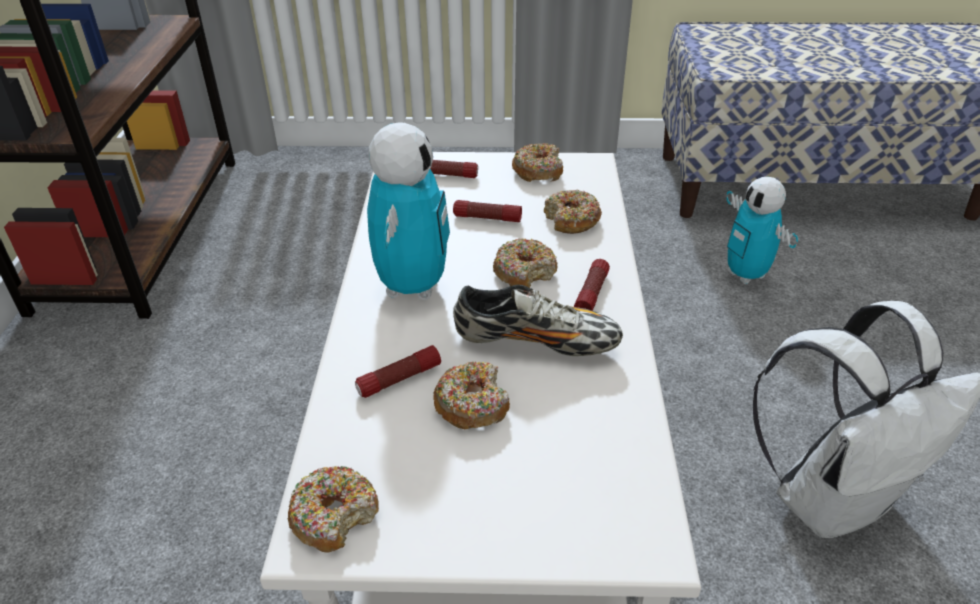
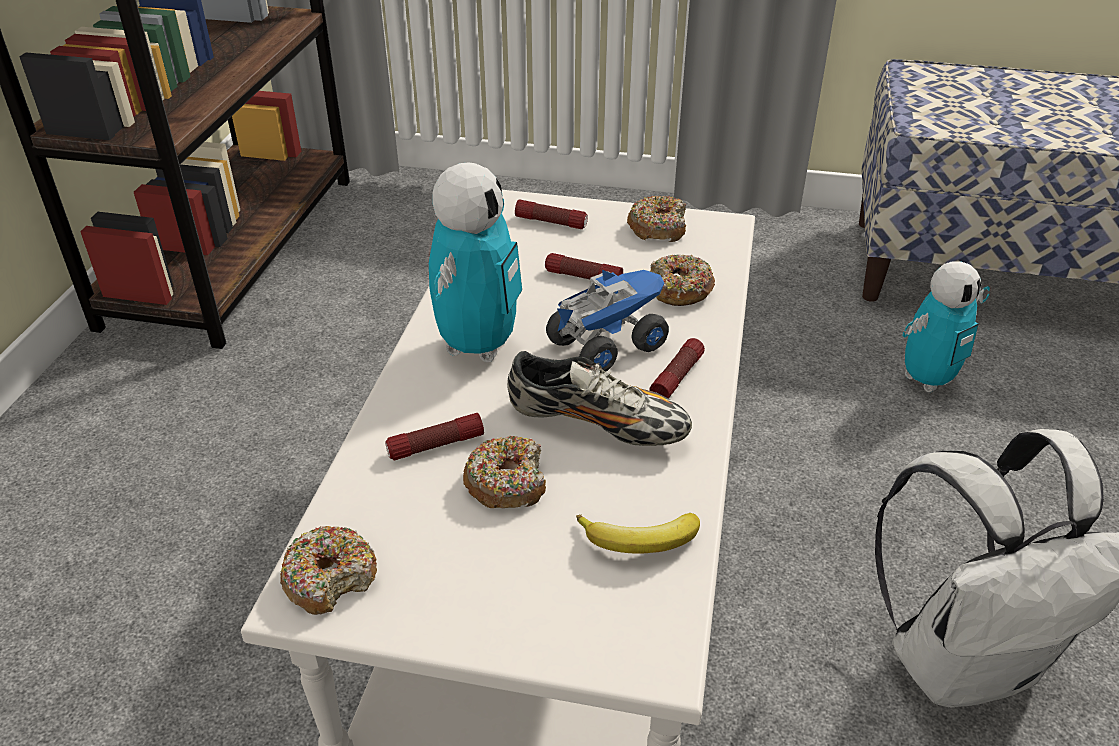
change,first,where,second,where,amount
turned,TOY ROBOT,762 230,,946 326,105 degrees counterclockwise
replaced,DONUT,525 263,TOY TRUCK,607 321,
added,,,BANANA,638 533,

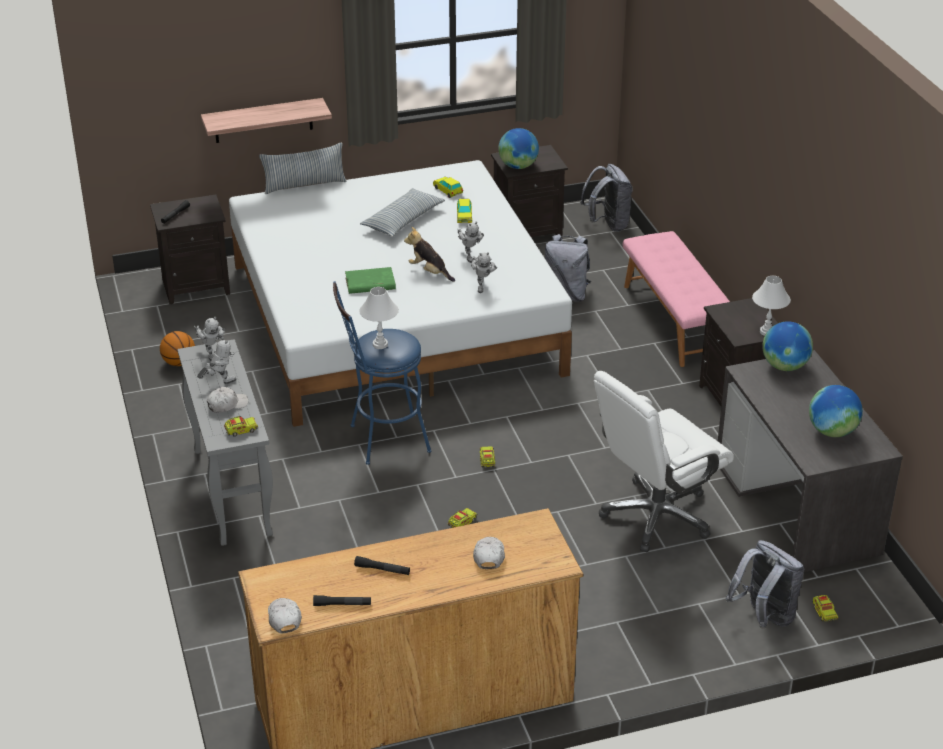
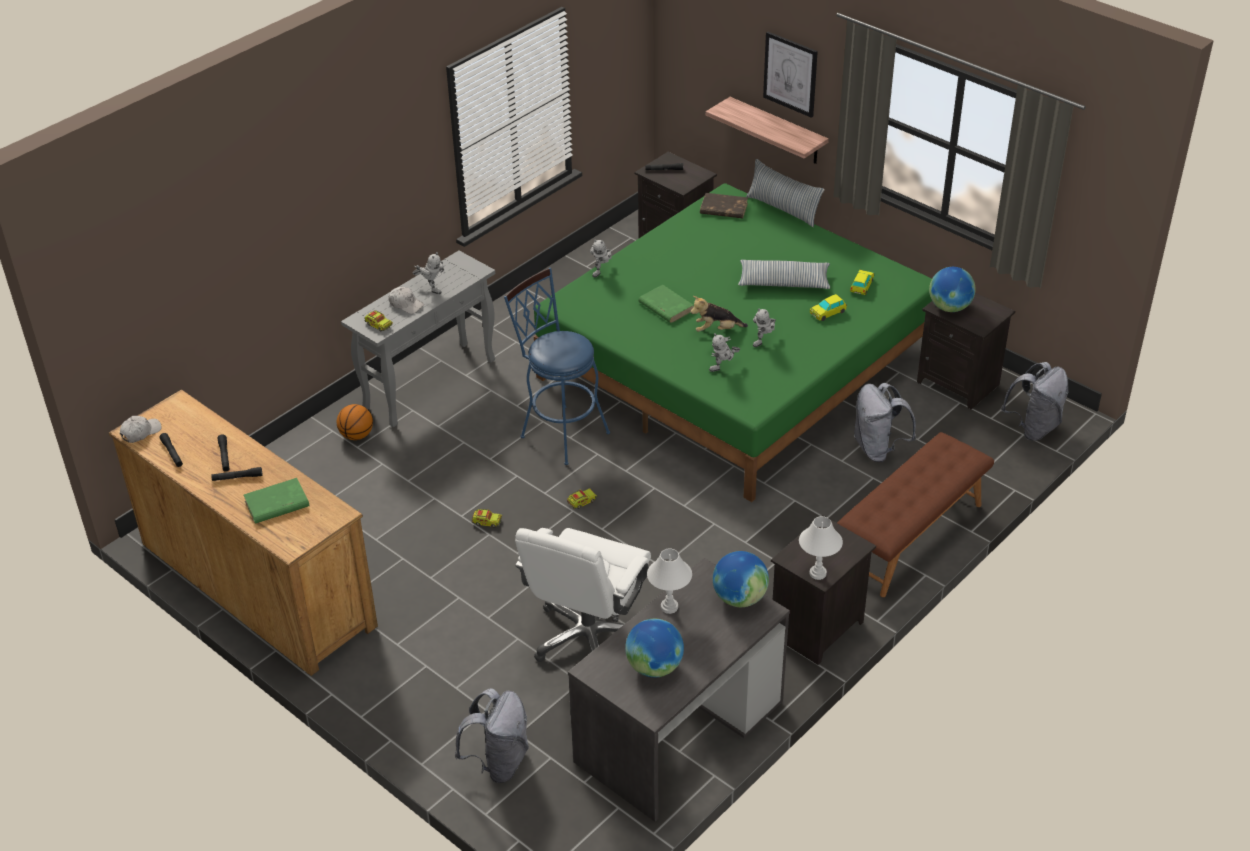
change,first,where,second,where,amount
recoloured,WHITE BED,400 293,GREEN BED,733 342,
turned,PLUSH TOY,429 254,,719 314,105 degrees counterclockwise
recoloured,PINK BENCH,676 299,BROWN BENCH,915 514,
moved,WHITE TABLE LAMP,379 318,,669 581,
moved,TOY ROBOT,209 339,,601 258,
moved,BASKETBALL,177 348,,354 422,
turned,WHITE OFFICE CHAIR,664 461,,583 595,90 degrees counterclockwise
replaced,WHITE CAP,489 553,GREEN BOOK,277 501,
removed,TOY TRUCK,825 608,,,
added,,,PICTURE,790 75,
added,,,BROWN BOOK,724 205,
added,,,BLACK FLASHLIGHT,236 474,

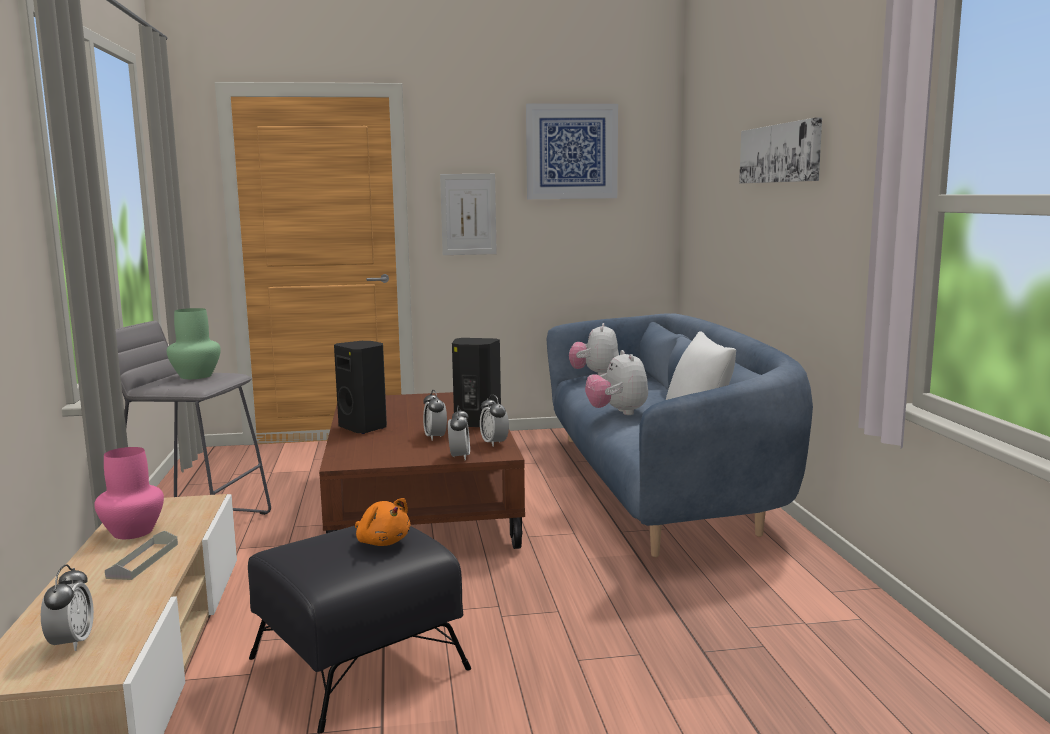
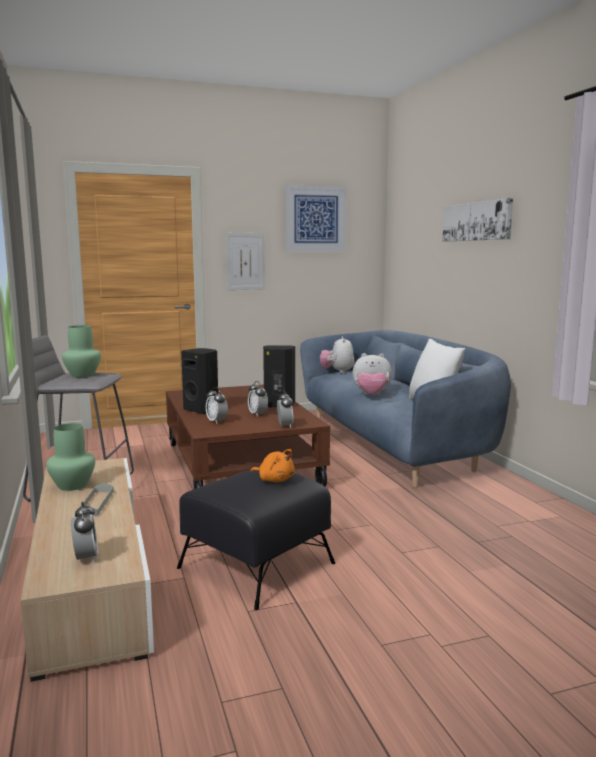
change,first,where,second,where,amount
turned,PLUSH TOY,616 382,,372 374,60 degrees counterclockwise
moved,ALARM CLOCK,494 420,,217 405,
recoloured,PINK VASE,129 493,GREEN VASE,70 457,

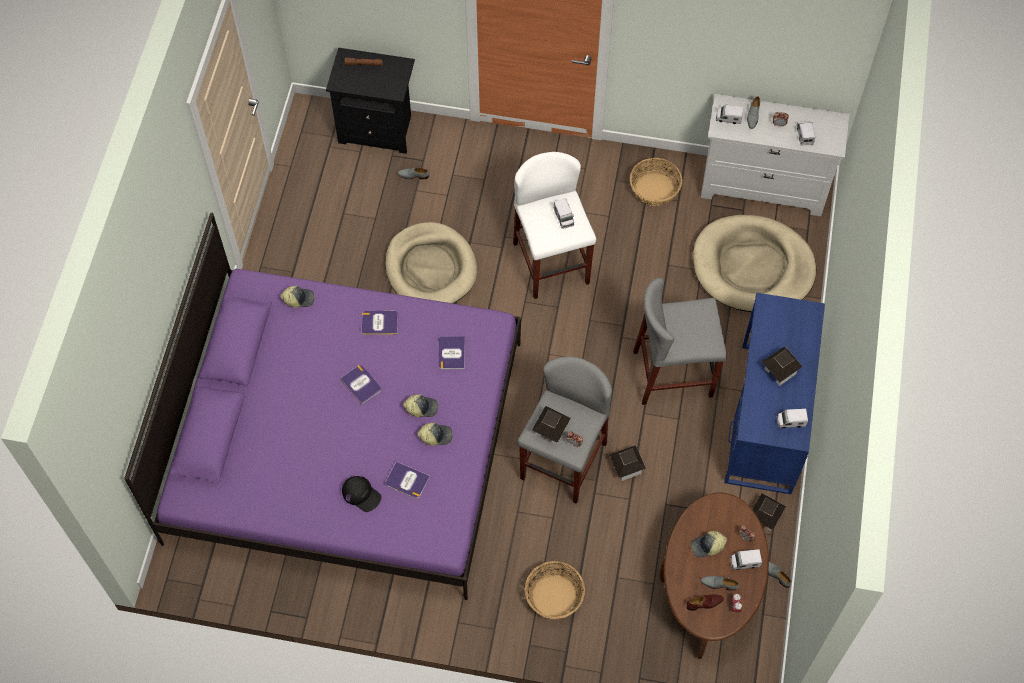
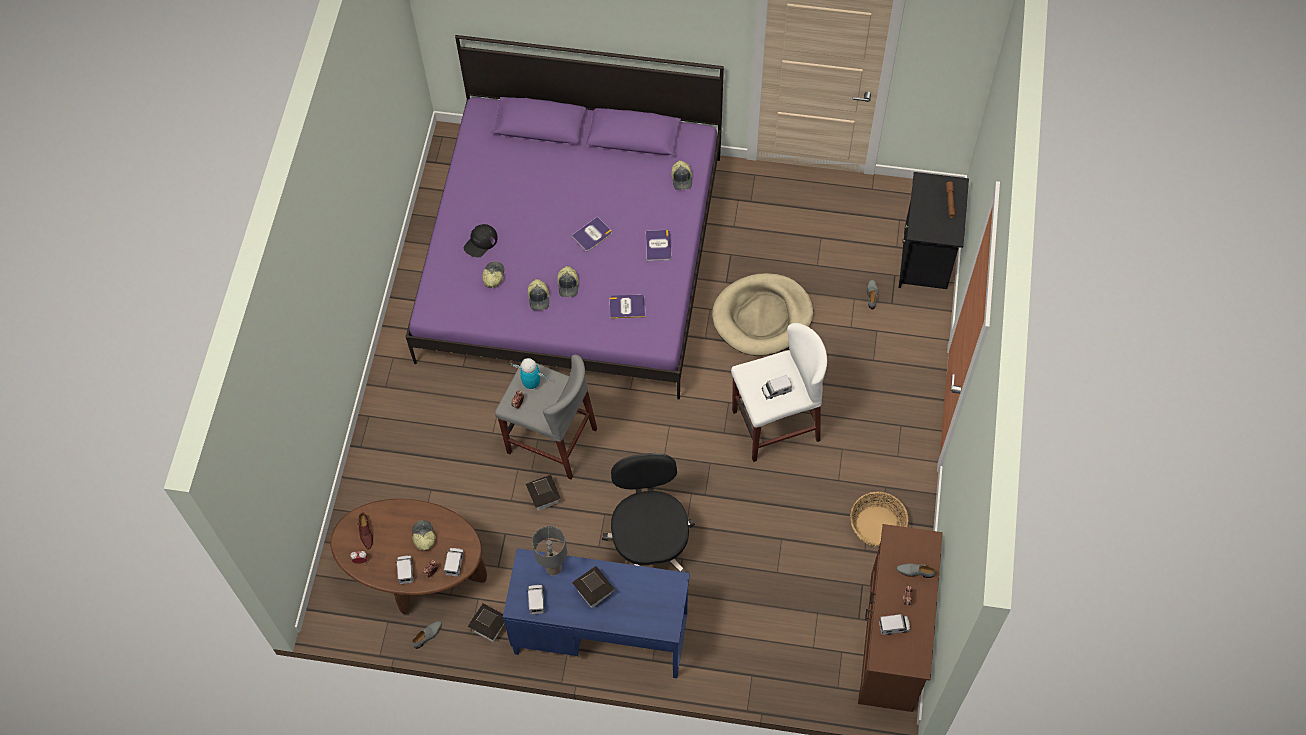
change,first,where,second,where,amount
recoloured,WHITE DRESSER,775 155,BROWN DRESSER,900 618,
moved,TOY TRUCK,730 114,,454 562,
removed,BEIGE DOG BED,754 263,,,
replaced,GREY STOOL,680 341,BLACK OFFICE CHAIR,648 513,
replaced,TOY HOUSE,551 425,TOY ROBOT,529 374,
replaced,BOOK,407 480,CAP,493 274,
removed,BASKET,555 590,,,
removed,GREY SHOE,720 583,,,
added,,,GREY TABLE LAMP,549 550,

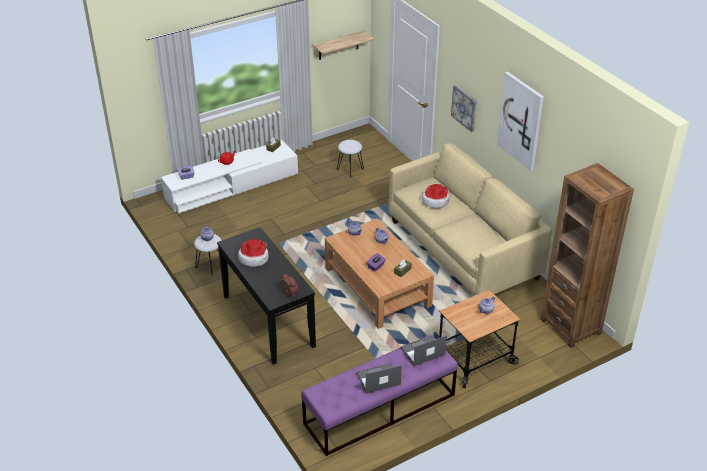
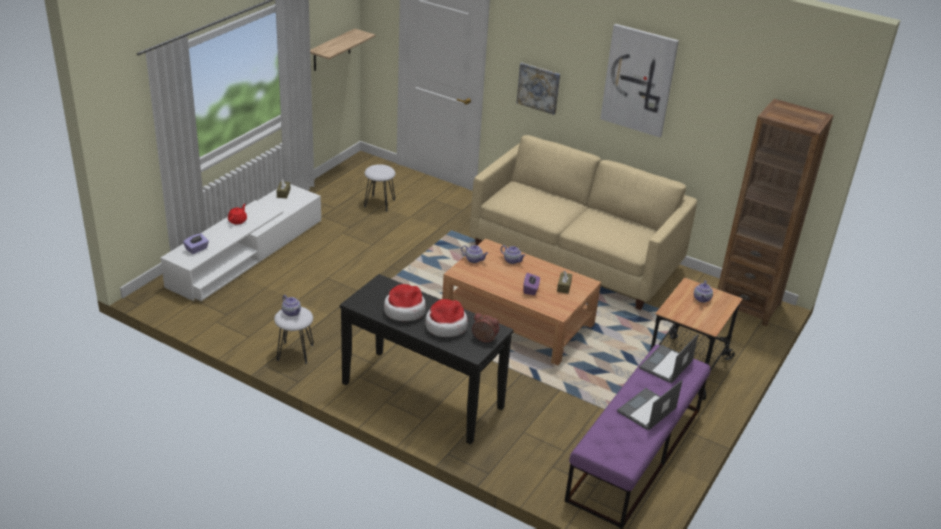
change,first,where,second,where,amount
moved,HAT,435 196,,446 318,

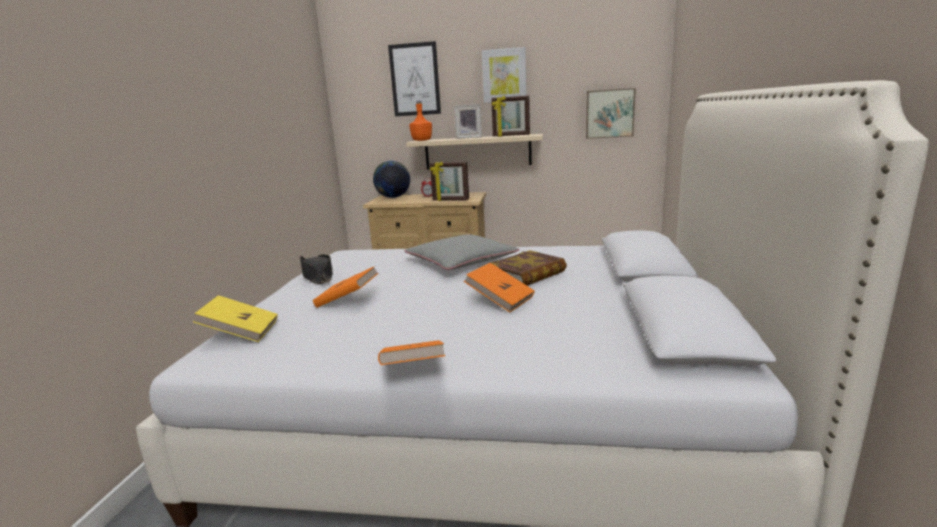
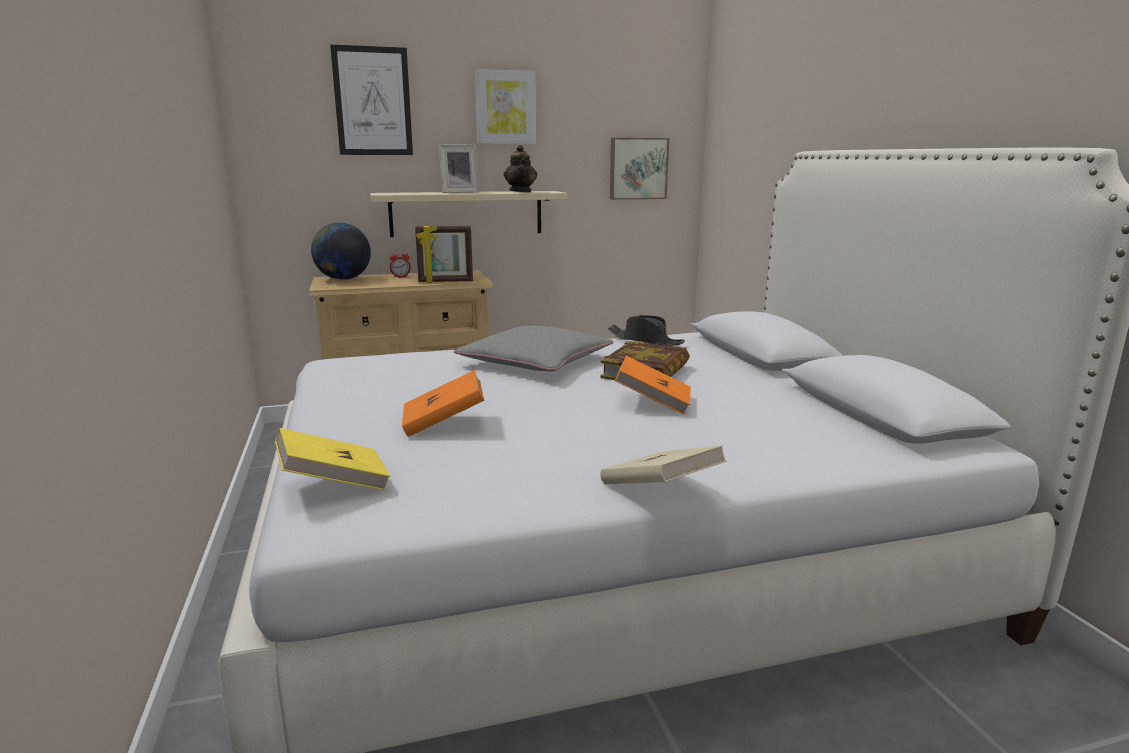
change,first,where,second,where,amount
replaced,PICTURE FRAME,510 116,TEAPOT,520 168,
removed,ORANGE BOTTLE,420 121,,,
moved,BLACK HAT,316 269,,646 330,
recoloured,ORANGE BOOK,411 352,BEIGE BOOK,663 465,

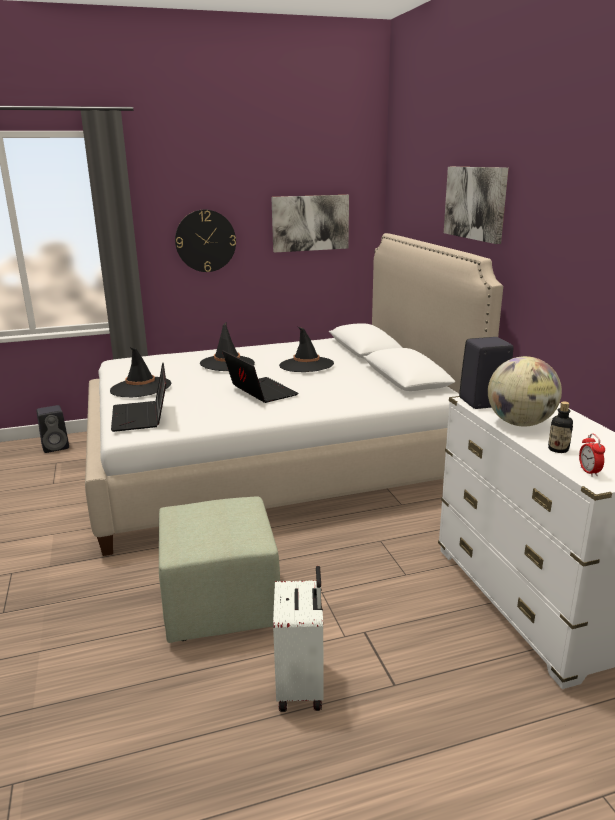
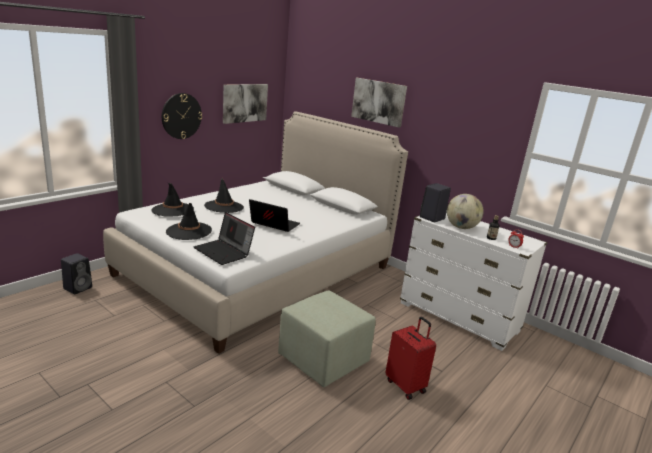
change,first,where,second,where,amount
moved,BLACK HAT,306 349,,173 200,
recoloured,WHITE SUITCASE,298 639,RED SUITCASE,410 358,

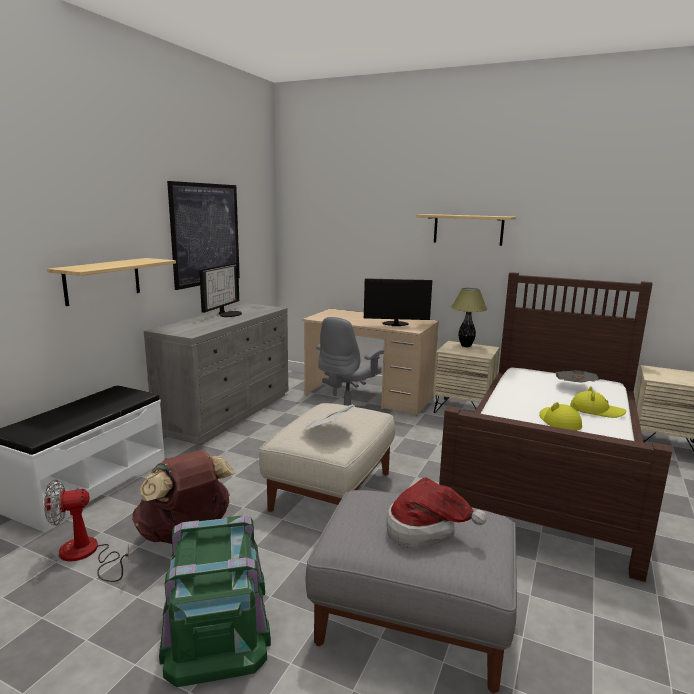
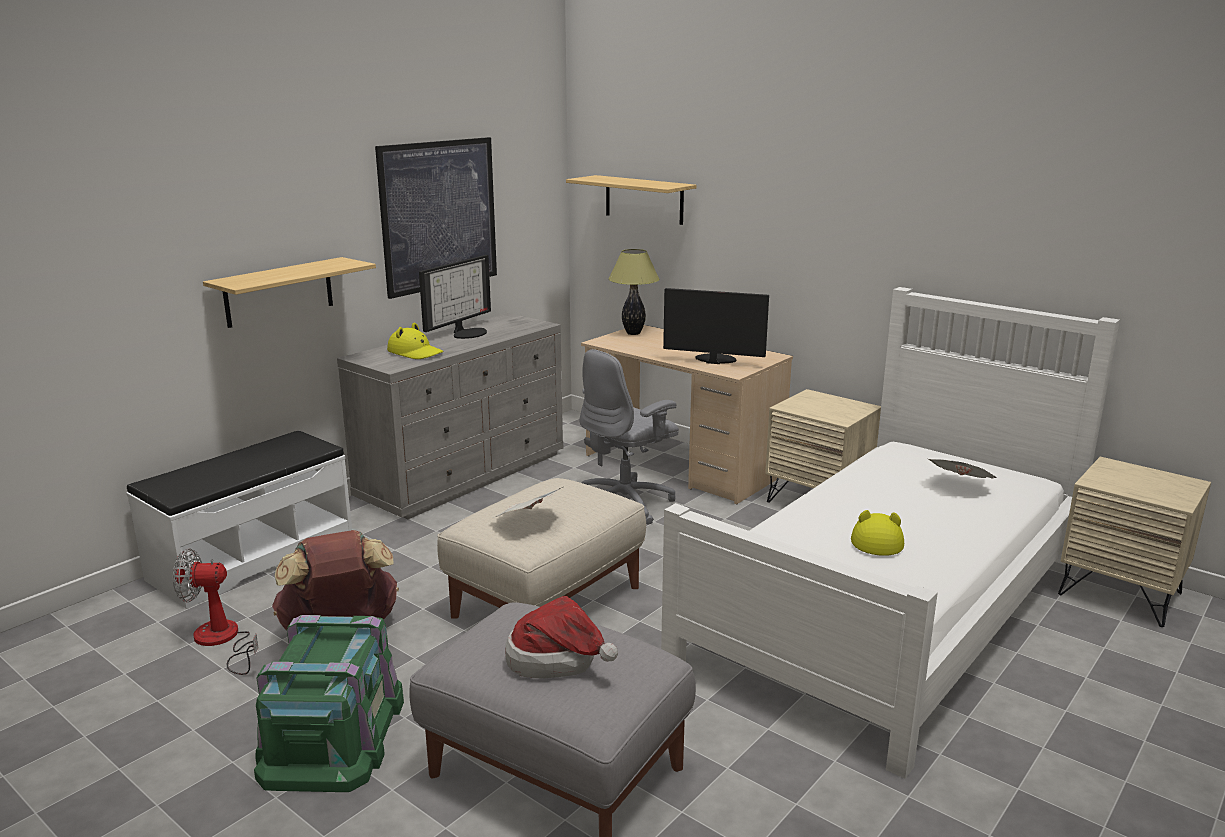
change,first,where,second,where,amount
moved,SHELF,466 230,,631 200,
recoloured,BROWN BED,555 427,WHITE BED,890 533,
moved,TABLE LAMP,469 317,,634 292,
moved,YELLOW HAT,598 402,,415 340,

